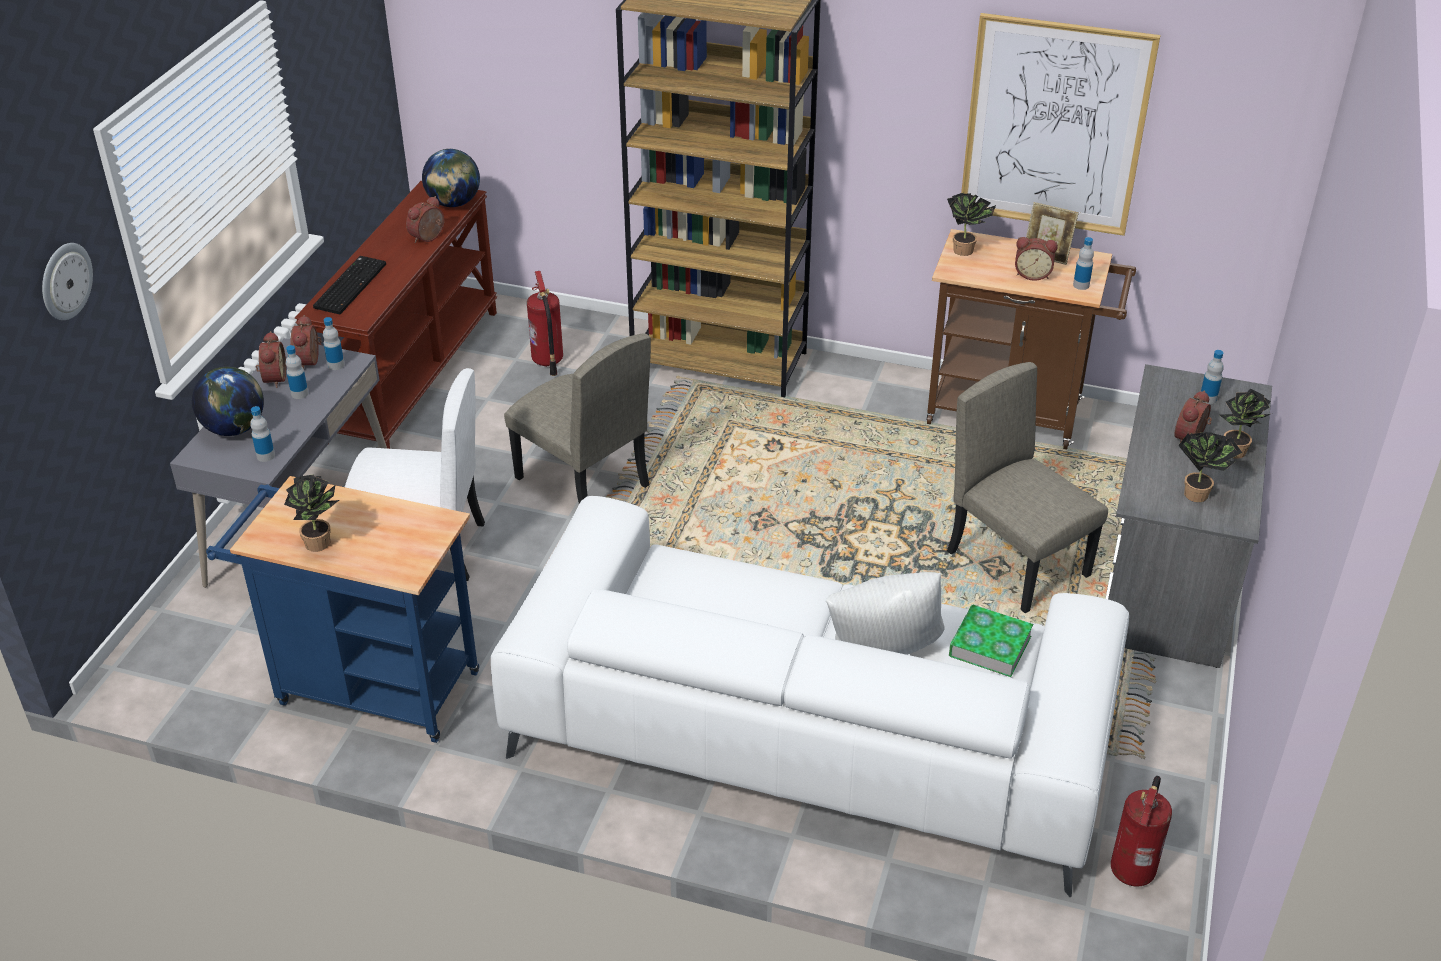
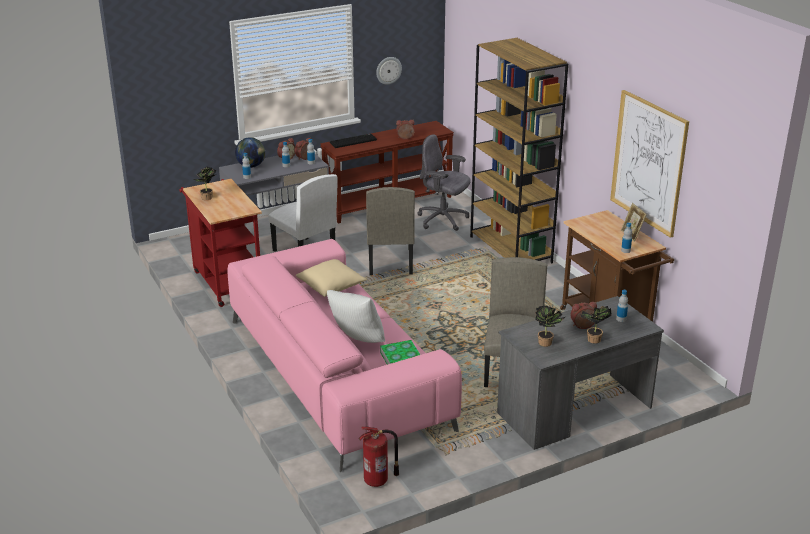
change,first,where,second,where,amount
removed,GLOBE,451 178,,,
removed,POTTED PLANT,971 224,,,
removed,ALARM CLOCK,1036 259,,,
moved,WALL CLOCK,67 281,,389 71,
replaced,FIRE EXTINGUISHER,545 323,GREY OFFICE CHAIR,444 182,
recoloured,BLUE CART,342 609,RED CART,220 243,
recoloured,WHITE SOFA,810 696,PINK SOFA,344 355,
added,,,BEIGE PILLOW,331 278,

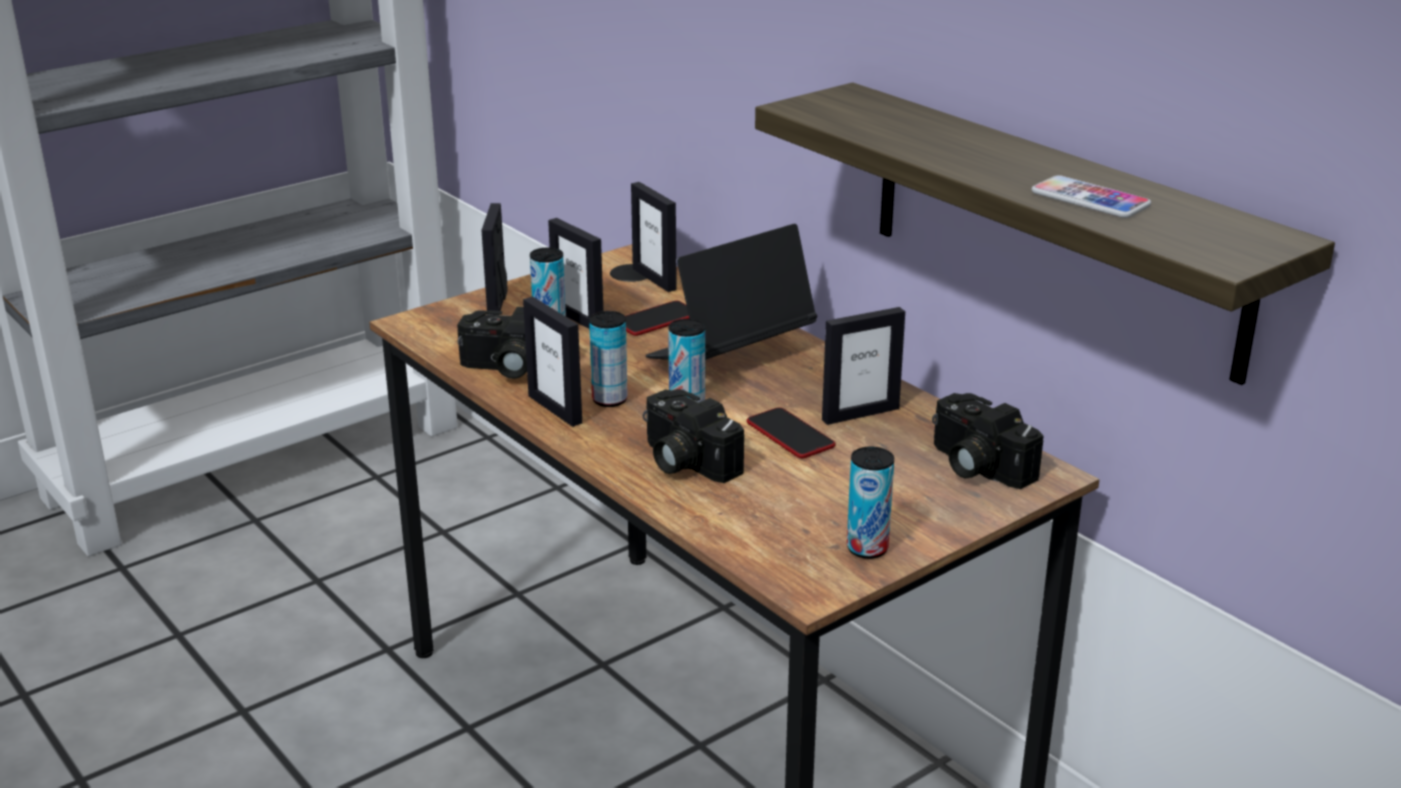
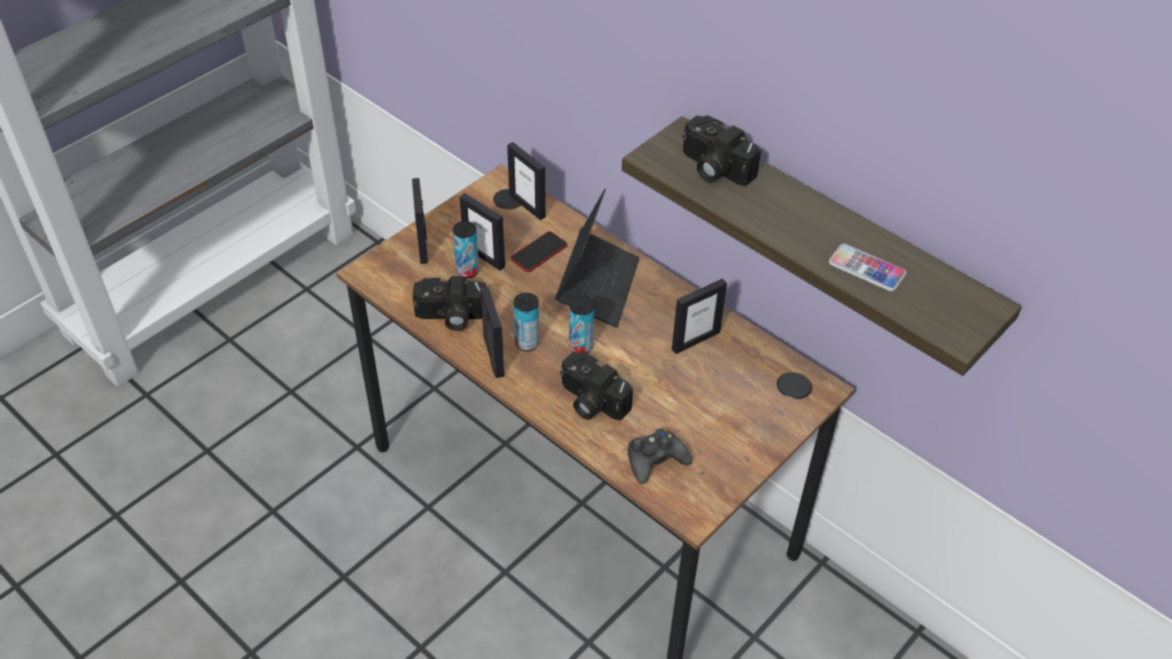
change,first,where,second,where,amount
turned,LAPTOP,731 292,,597 258,150 degrees clockwise
turned,PICTURE FRAME,552 362,,492 332,150 degrees counterclockwise
moved,PHOTO CAMERA,988 441,,721 151,
removed,PHONE,791 432,,,
removed,CAN,870 503,,,
added,,,BLACK GAME CONTROLLER,660 456,

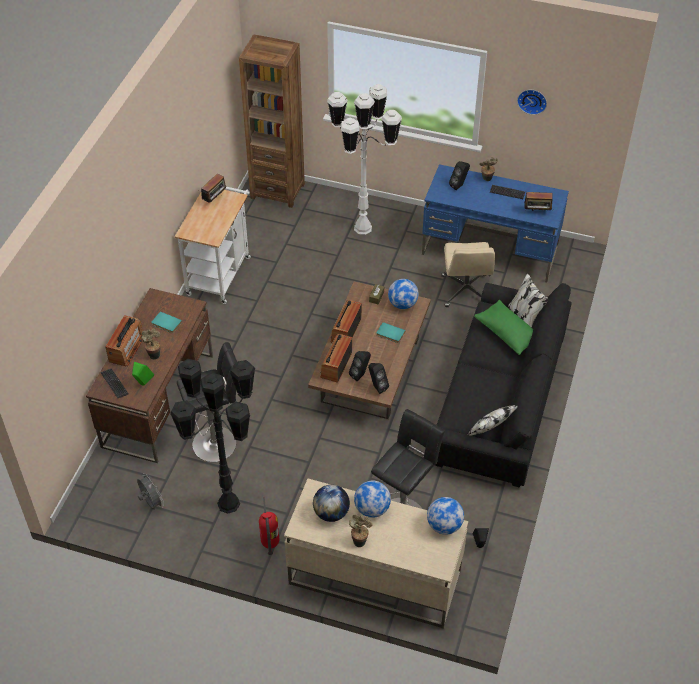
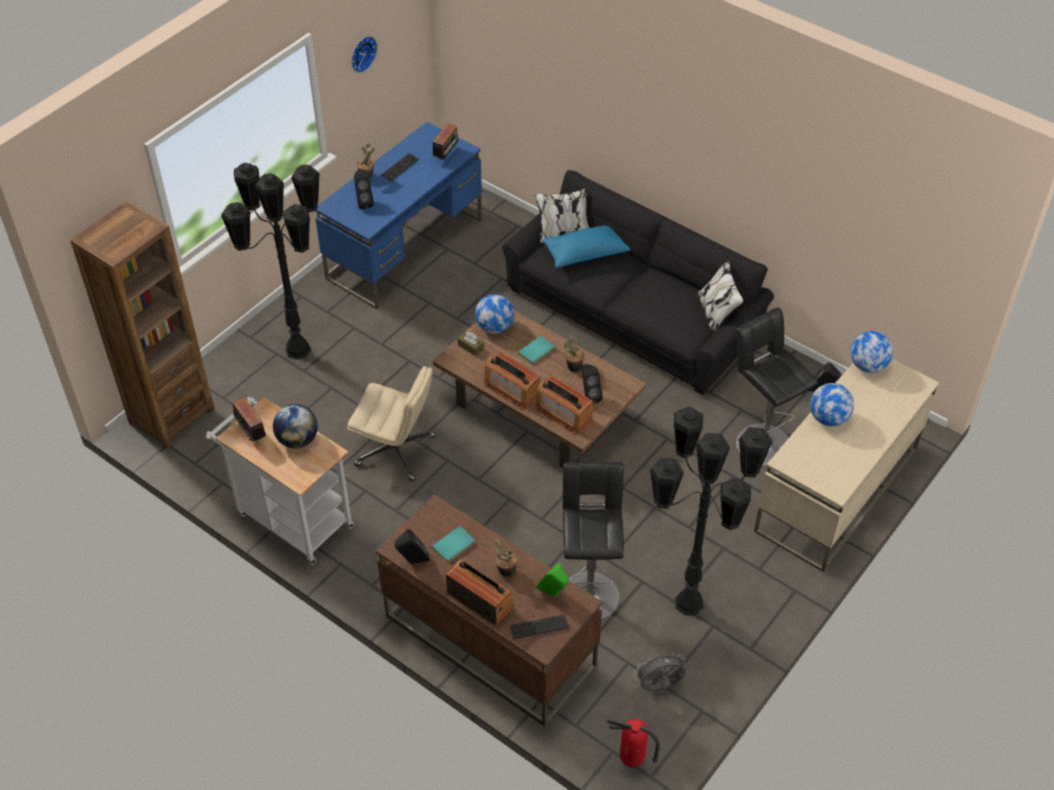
change,first,where,second,where,amount
recoloured,WHITE FLOOR LAMP,364 159,BLACK FLOOR LAMP,270 261,
moved,BEIGE OFFICE CHAIR,468 274,,391 423,
recoloured,GREEN PILLOW,503 327,BLUE PILLOW,586 247,
moved,BLACK SPEAKER,378 378,,412 546,
moved,GLOBE,331 503,,295 426,
moved,FIRE EXTINGUISHER,269 526,,633 742,
moved,POTTED PLANT,361 530,,574 354,

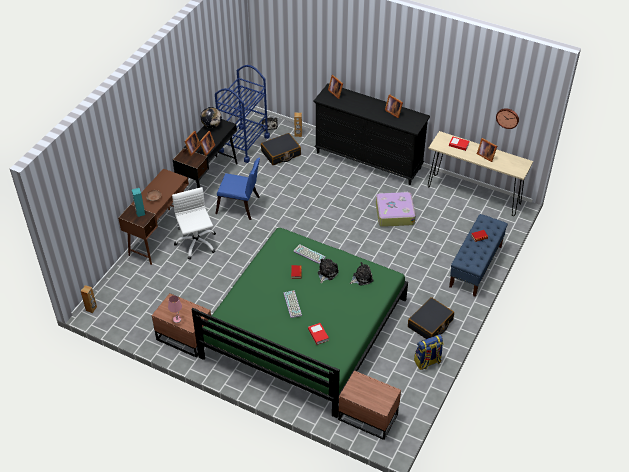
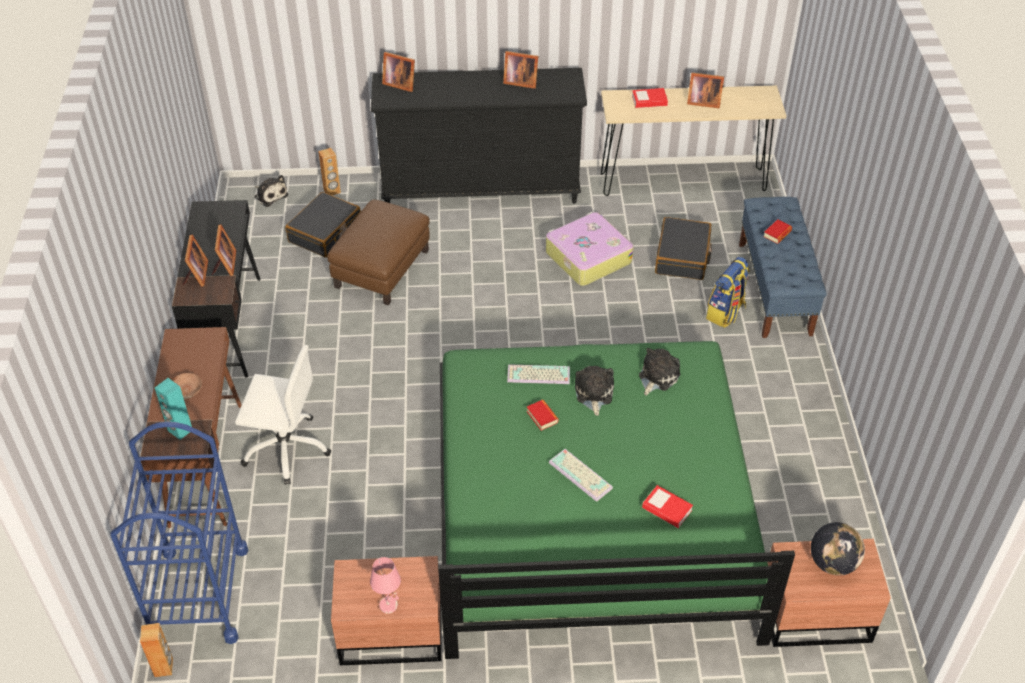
change,first,where,second,where,amount
moved,BLUE CART,242 114,,179 533,
moved,GLOBE,211 117,,838 549,
removed,WALL CLOCK,507 118,,,
removed,BLUE CHAIR,237 189,,,
turned,WHITE OFFICE CHAIR,194 223,,283 415,150 degrees clockwise
moved,BLACK SUITCASE,431 318,,683 248,
moved,BACKPACK,428 352,,728 292,
added,,,BROWN OTTOMAN,378 252,

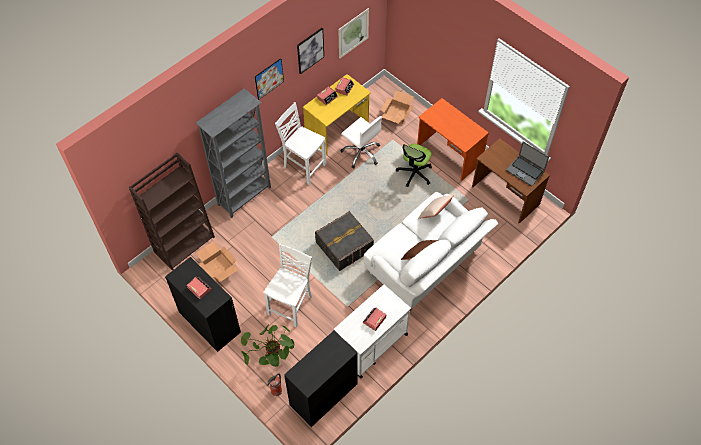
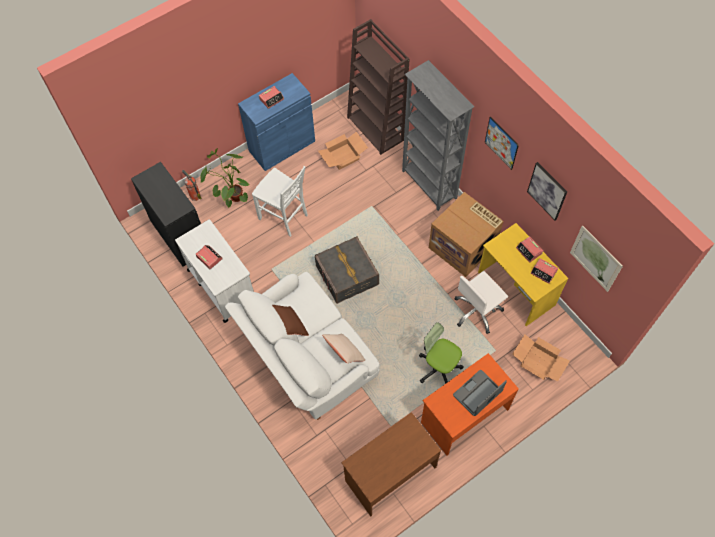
change,first,where,second,where,amount
replaced,WHITE CHAIR,300 143,CARDBOARD BOX,466 234,
moved,LAPTOP,527 164,,480 393,
recoloured,BLACK CABINET,203 304,BLUE CABINET,276 122,

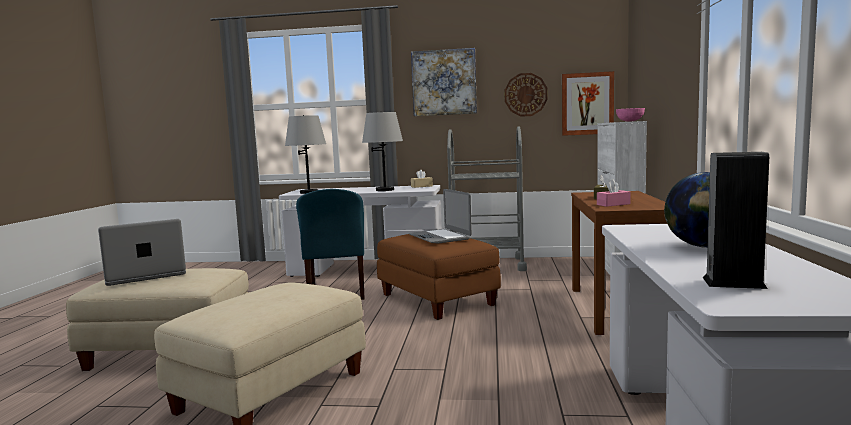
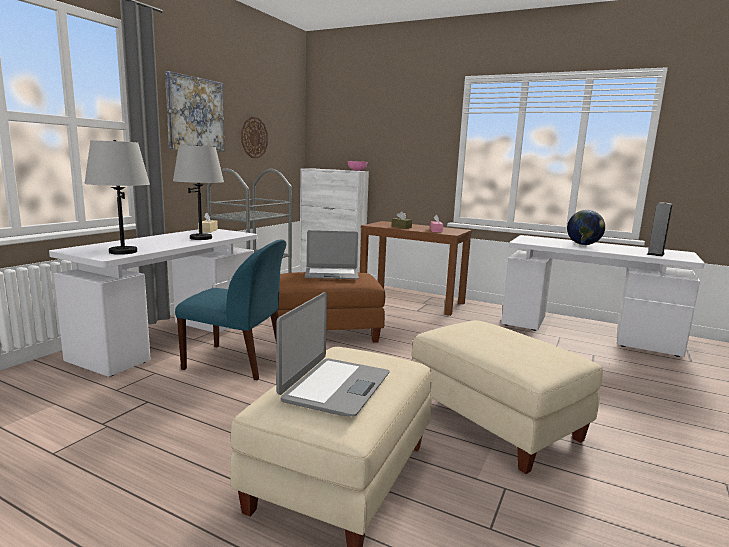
change,first,where,second,where,amount
removed,PICTURE,588 103,,,
turned,LAPTOP,142 252,,333 354,150 degrees counterclockwise

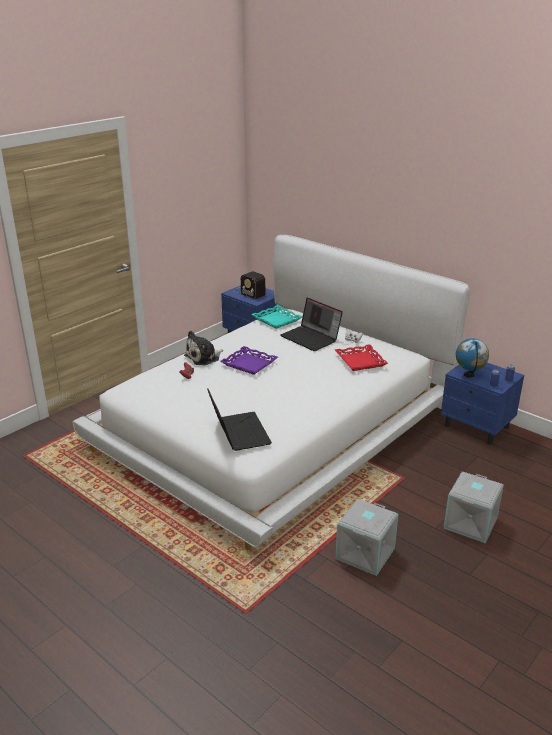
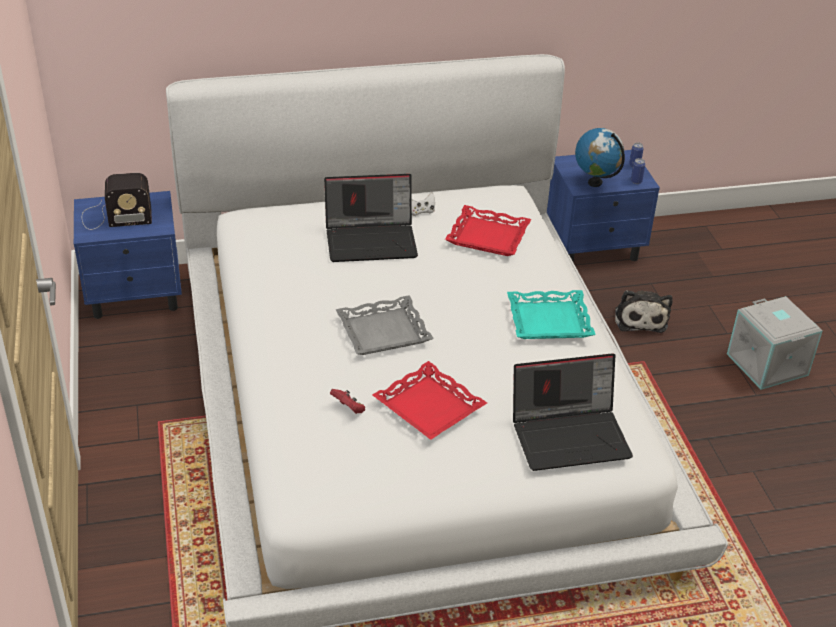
change,first,where,second,where,amount
moved,TURQUOISE TRAY,276 317,,551 314,
moved,PLUSH TOY,203 348,,643 311,
recoloured,PURPLE TRAY,249 360,GREY TRAY,385 325,
turned,LAPTOP,239 419,,573 412,150 degrees clockwise
removed,GREY STORAGE BOX,366 537,,,
added,,,RED TRAY,429 400,

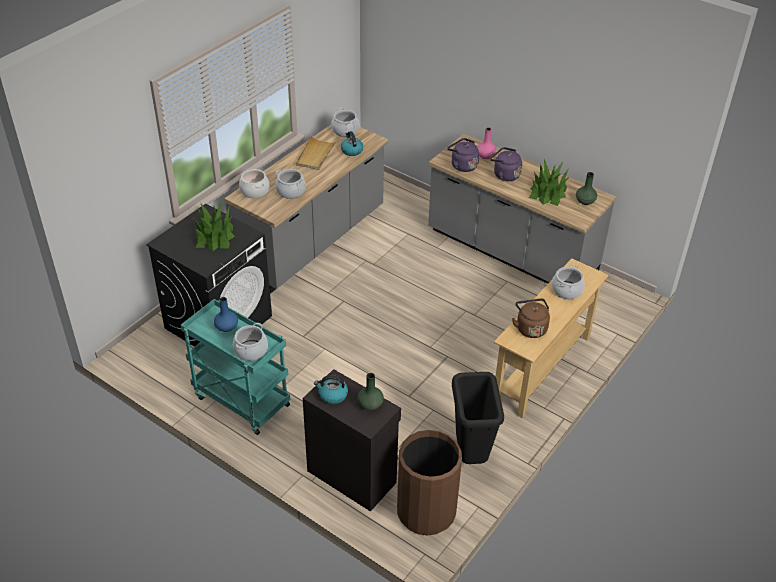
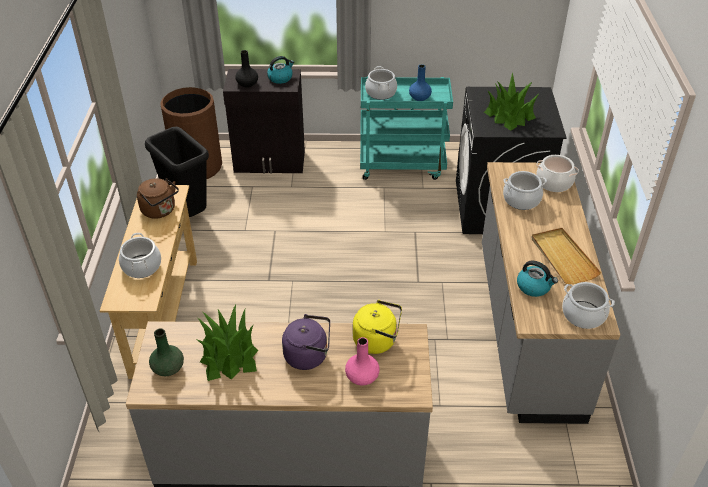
change,first,where,second,where,amount
recoloured,PURPLE KETTLE,463 155,YELLOW KETTLE,377 327,
recoloured,GREEN VASE,370 391,BLACK VASE,246 69,

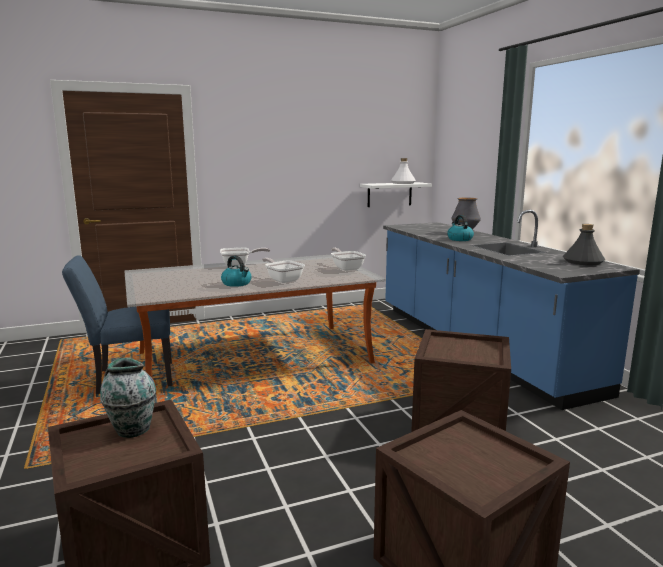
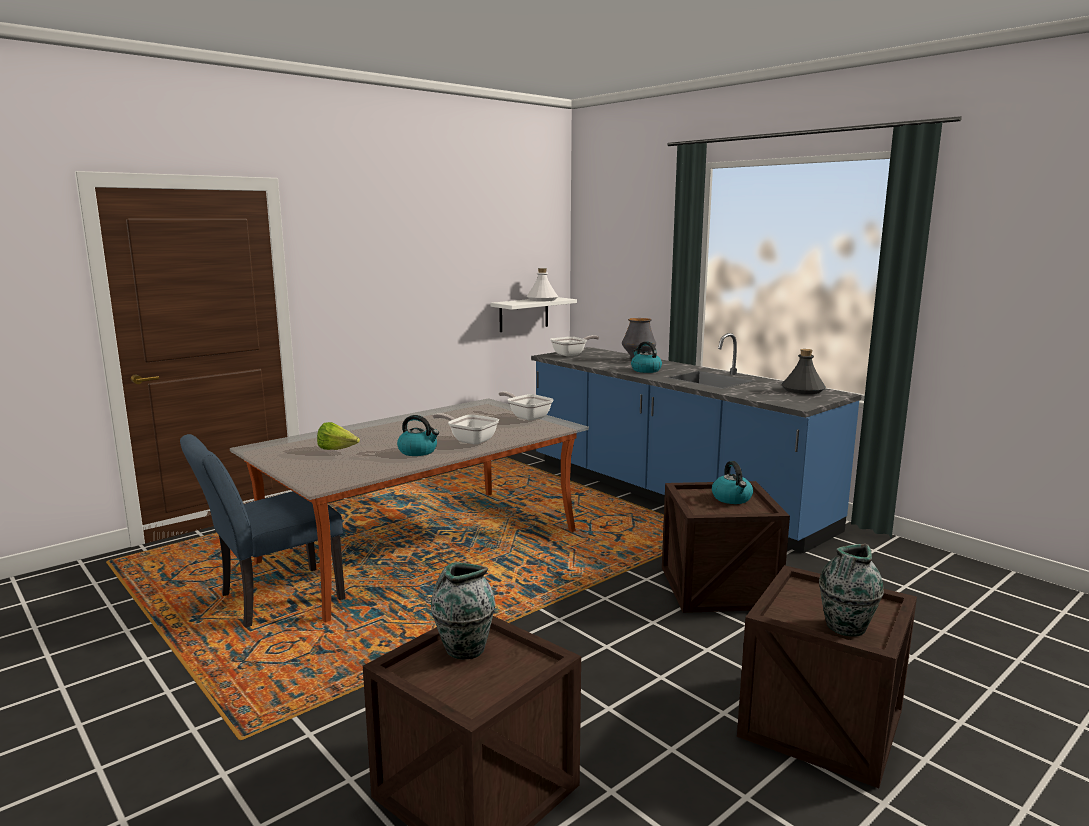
change,first,where,second,where,amount
moved,FRYING PAN,245 257,,574 345,
added,,,LETTUCE,338 436,
added,,,KETTLE,732 482,
added,,,VASE,851 590,

